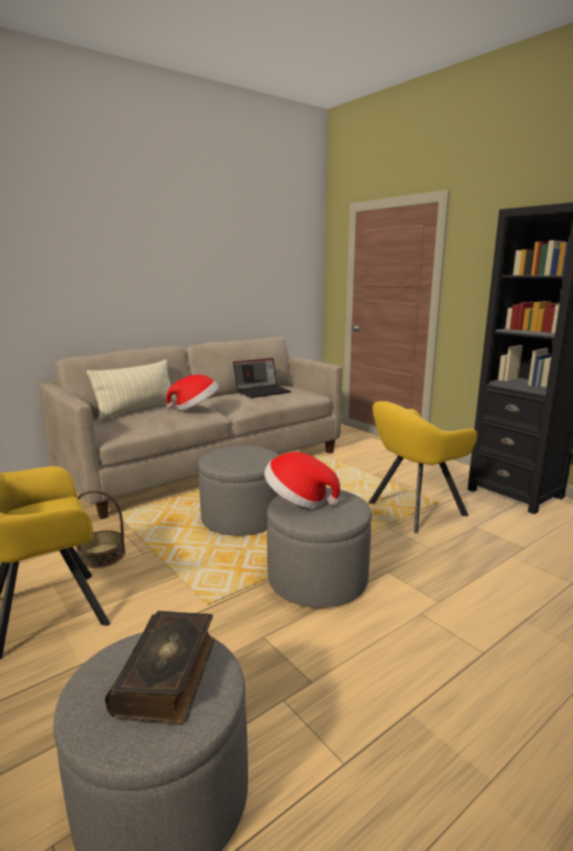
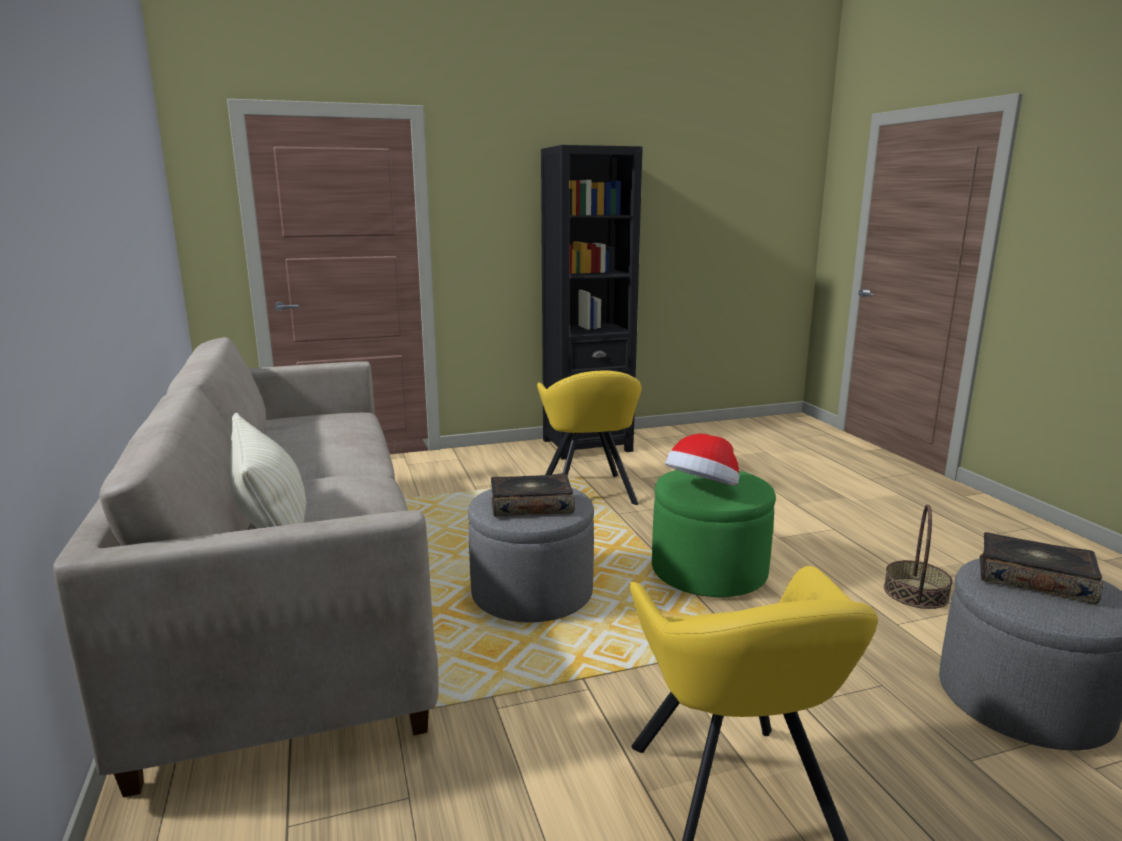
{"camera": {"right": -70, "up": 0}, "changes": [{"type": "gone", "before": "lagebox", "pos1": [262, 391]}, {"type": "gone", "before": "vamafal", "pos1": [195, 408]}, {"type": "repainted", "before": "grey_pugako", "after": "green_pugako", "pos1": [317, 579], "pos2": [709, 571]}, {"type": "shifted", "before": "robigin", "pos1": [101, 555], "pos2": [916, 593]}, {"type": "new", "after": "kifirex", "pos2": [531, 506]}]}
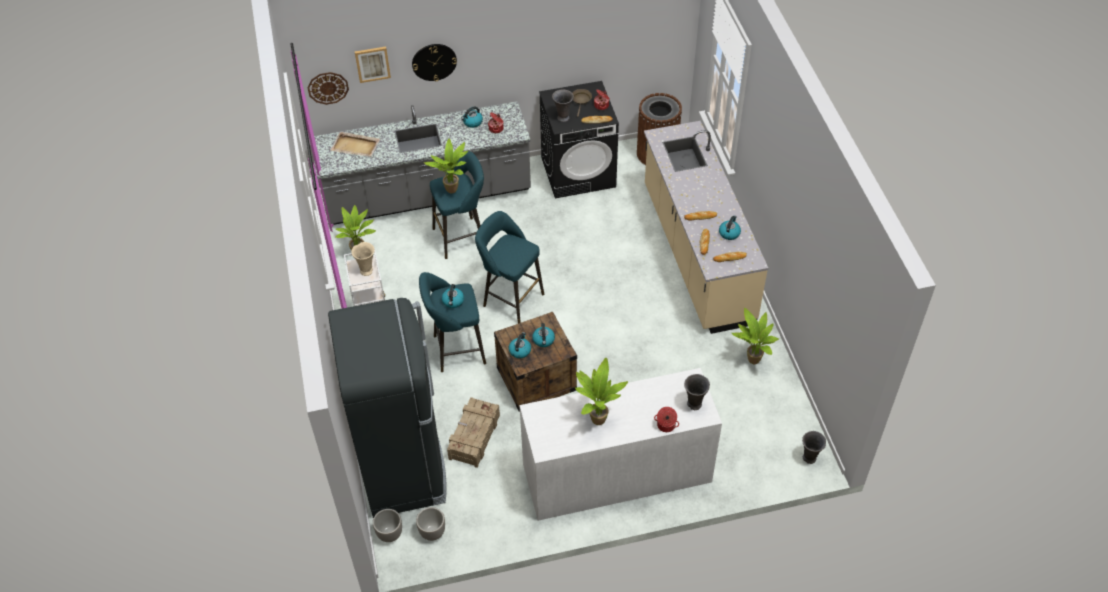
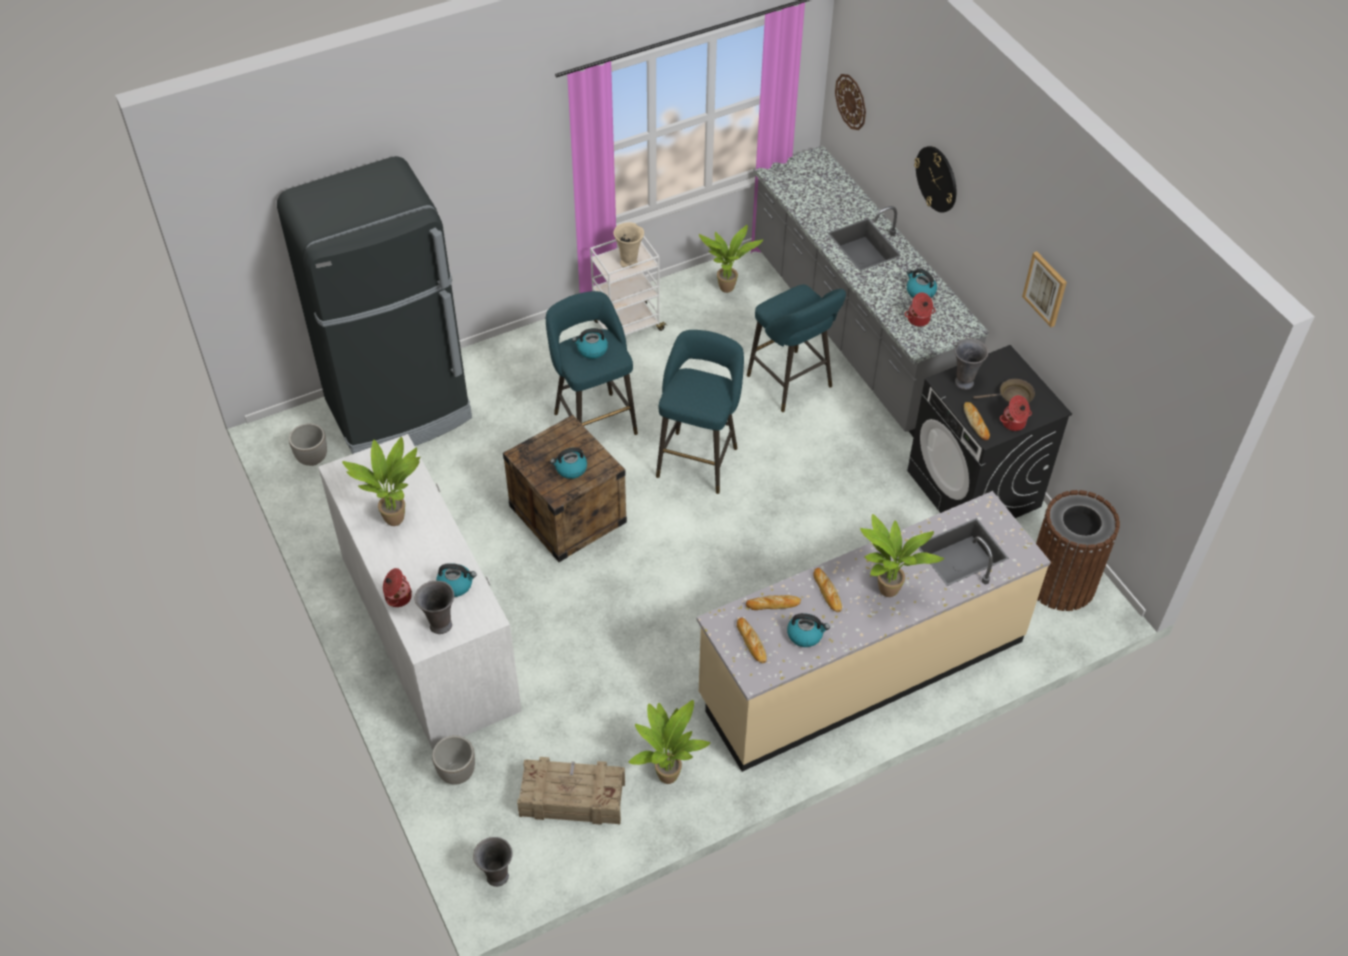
{"camera": {"right": 75, "up": 0}, "changes": [{"type": "shifted", "before": "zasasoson", "pos1": [372, 64], "pos2": [1045, 288]}, {"type": "gone", "before": "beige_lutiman", "pos1": [355, 146]}, {"type": "shifted", "before": "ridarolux", "pos1": [453, 191], "pos2": [887, 593]}, {"type": "shifted", "before": "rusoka", "pos1": [520, 350], "pos2": [456, 585]}, {"type": "shifted", "before": "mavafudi", "pos1": [473, 437], "pos2": [572, 798]}, {"type": "shifted", "before": "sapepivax", "pos1": [389, 534], "pos2": [456, 772]}]}
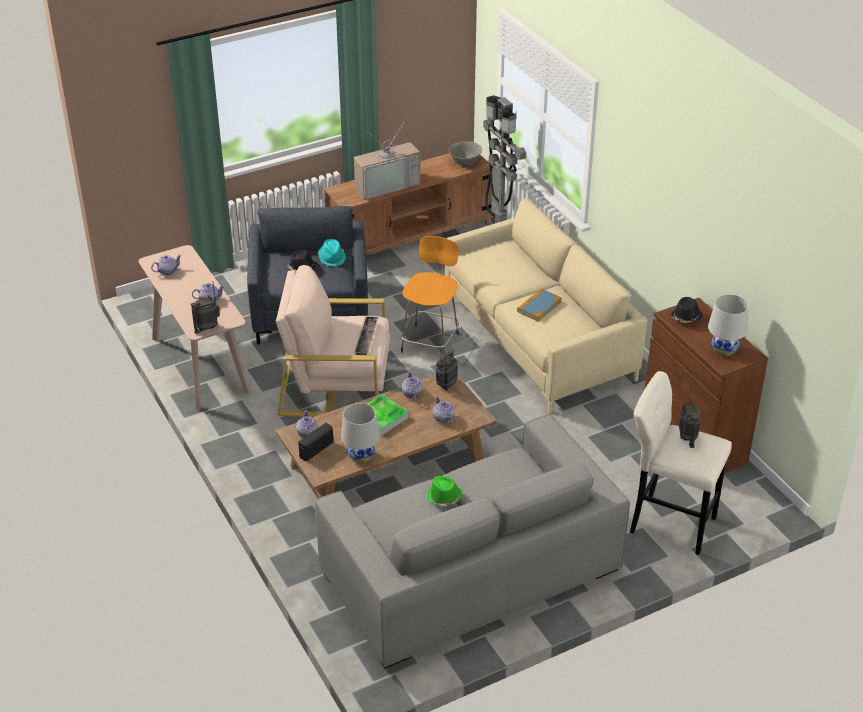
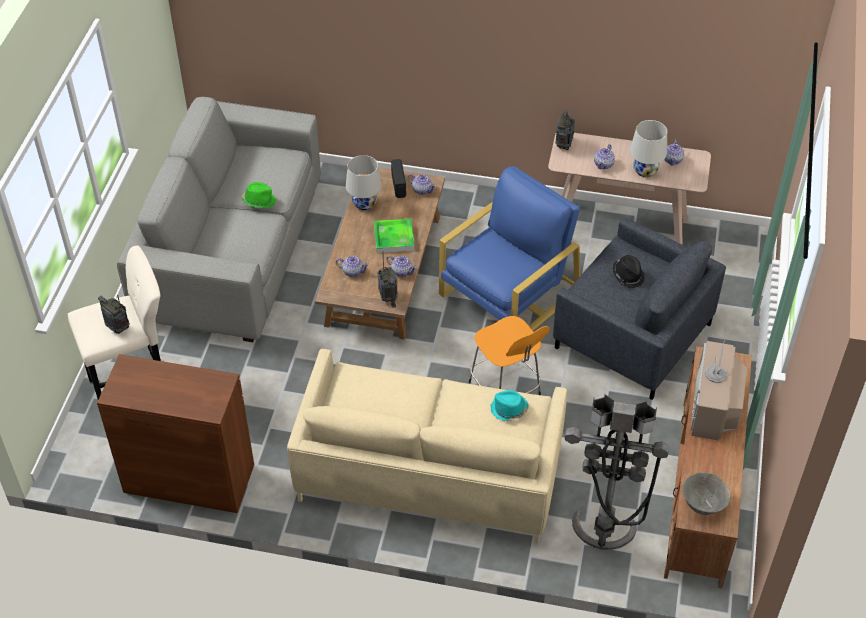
{"camera": {"right": 130, "up": 10}, "changes": [{"type": "shifted", "before": "turquoise_vamafal", "pos1": [332, 258], "pos2": [509, 409]}, {"type": "repainted", "before": "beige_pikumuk", "after": "blue_pikumuk", "pos1": [335, 386], "pos2": [508, 293]}, {"type": "gone", "before": "kifirex", "pos1": [539, 306]}, {"type": "shifted", "before": "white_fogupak", "pos1": [724, 349], "pos2": [645, 170]}, {"type": "gone", "before": "black_vamafal", "pos1": [686, 317]}, {"type": "gone", "before": "lutiman", "pos1": [366, 338]}]}
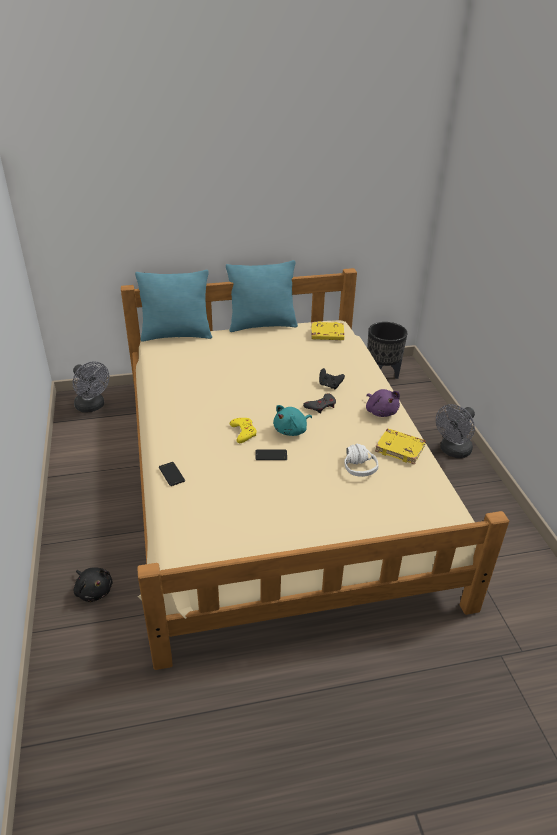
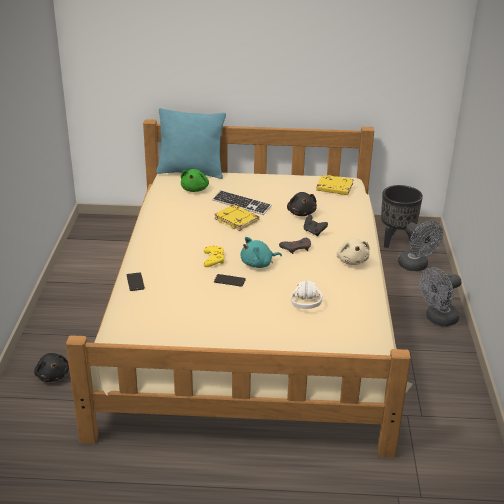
{"camera": {"right": 15, "up": -5}, "changes": [{"type": "gone", "before": "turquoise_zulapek", "pos1": [262, 325]}, {"type": "shifted", "before": "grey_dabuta", "pos1": [92, 407], "pos2": [416, 266]}, {"type": "repainted", "before": "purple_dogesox", "after": "beige_dogesox", "pos1": [381, 411], "pos2": [352, 260]}, {"type": "shifted", "before": "yellow_kifirex", "pos1": [400, 449], "pos2": [237, 220]}, {"type": "new", "after": "green_dogesox", "pos2": [195, 189]}, {"type": "new", "after": "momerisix", "pos2": [241, 204]}, {"type": "new", "after": "black_dogesox", "pos2": [301, 213]}]}
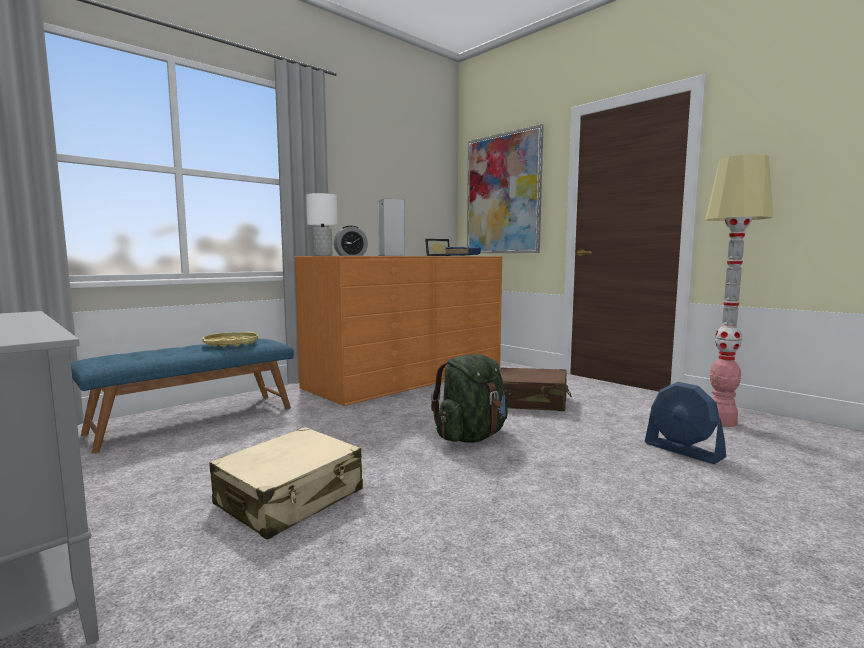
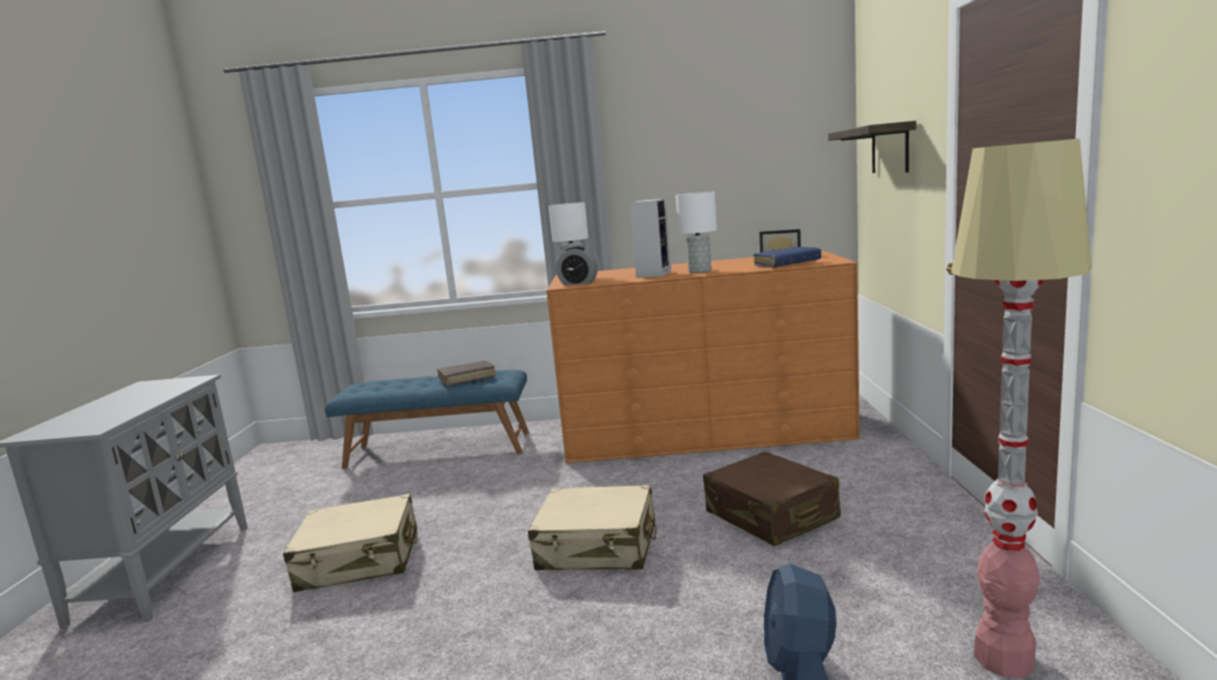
{"camera": {"right": 45, "up": 5}, "changes": [{"type": "swapped", "before": "zasasoson", "after": "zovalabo", "pos1": [503, 194], "pos2": [890, 149]}, {"type": "swapped", "before": "yellow_lutiman", "after": "brown_kifirex", "pos1": [231, 344], "pos2": [467, 378]}, {"type": "swapped", "before": "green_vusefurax", "after": "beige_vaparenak", "pos1": [471, 437], "pos2": [597, 547]}, {"type": "new", "after": "white_fogupak", "pos2": [699, 271]}]}
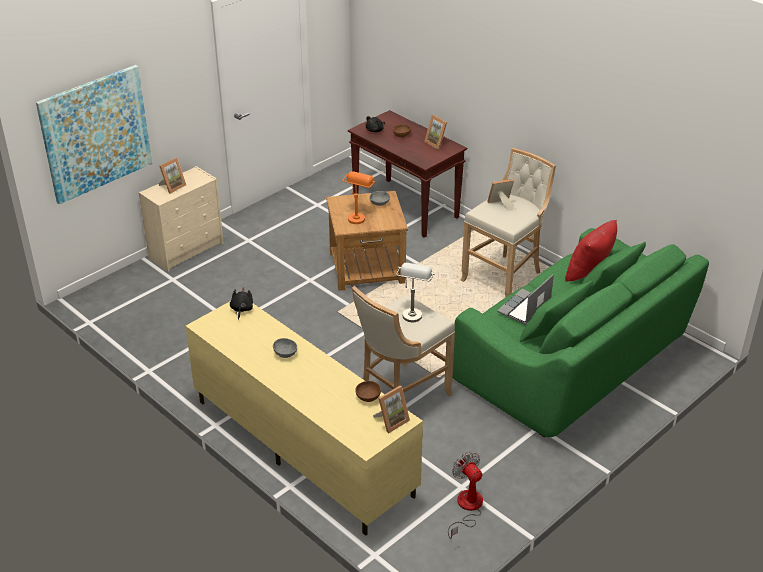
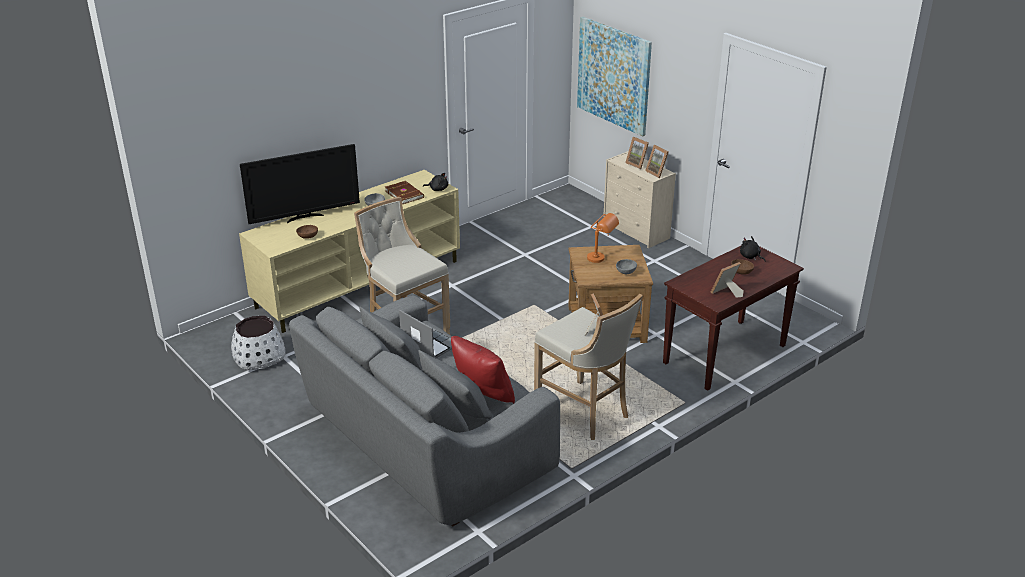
{"camera": {"right": 95, "up": -5}, "changes": [{"type": "repainted", "before": "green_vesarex", "after": "grey_vesarex", "pos1": [572, 363], "pos2": [425, 442]}, {"type": "gone", "before": "grey_fogupak", "pos1": [413, 312]}, {"type": "shifted", "before": "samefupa", "pos1": [391, 421], "pos2": [657, 172]}, {"type": "swapped", "before": "dabuta", "after": "white_sapepivax", "pos1": [467, 508], "pos2": [259, 357]}, {"type": "new", "after": "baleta", "pos2": [304, 217]}, {"type": "new", "after": "brown_kifirex", "pos2": [404, 194]}]}
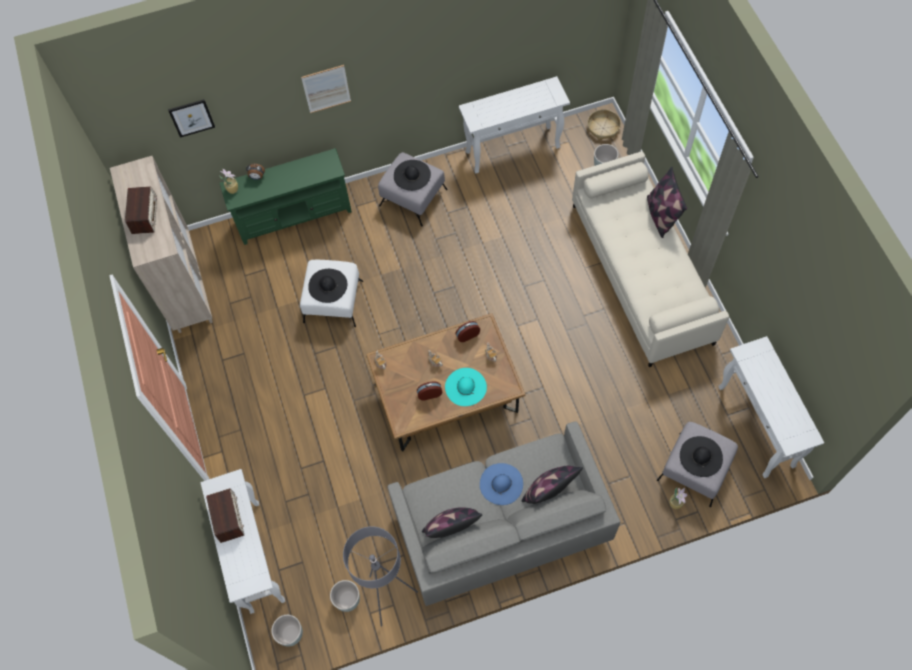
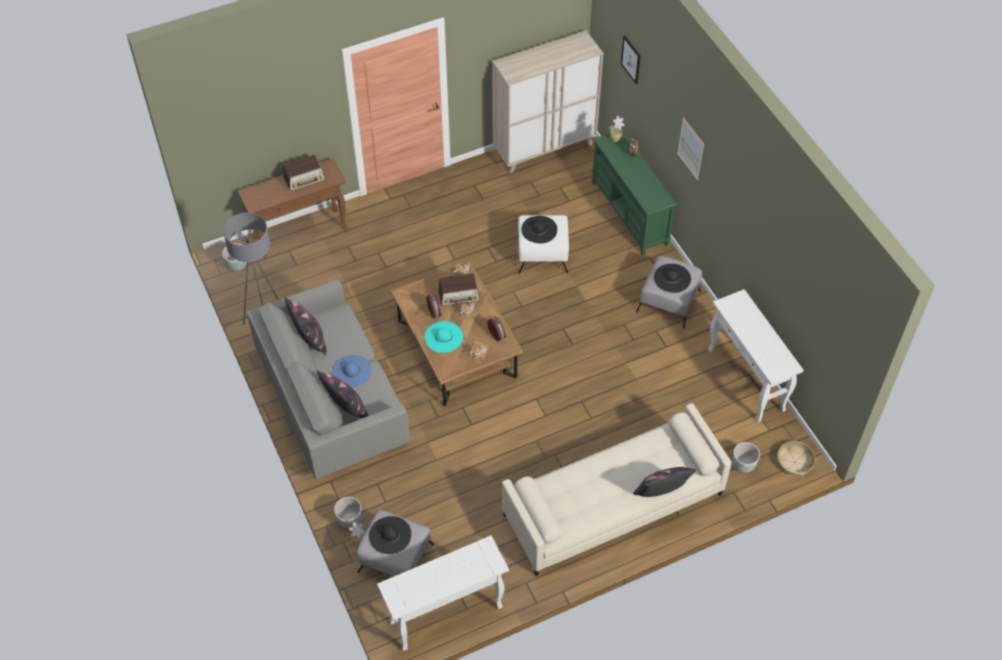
{"camera": {"right": 80, "up": -10}, "changes": [{"type": "shifted", "before": "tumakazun", "pos1": [144, 215], "pos2": [459, 295]}, {"type": "repainted", "before": "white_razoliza", "after": "brown_razoliza", "pos1": [254, 555], "pos2": [301, 233]}, {"type": "shifted", "before": "grey_sapepivax", "pos1": [348, 600], "pos2": [349, 520]}]}
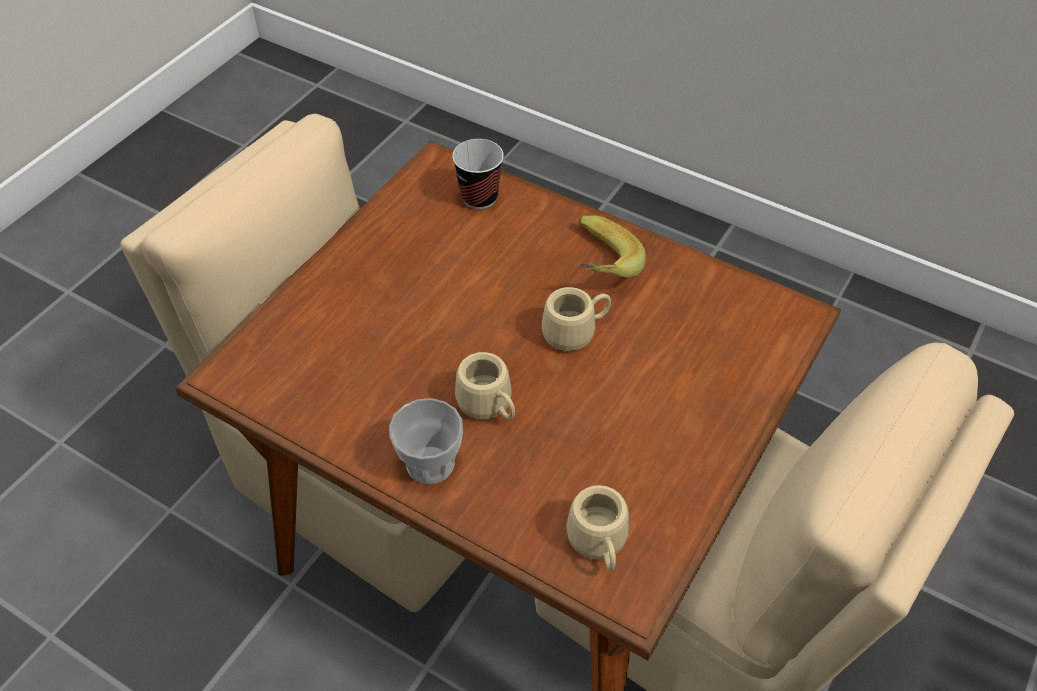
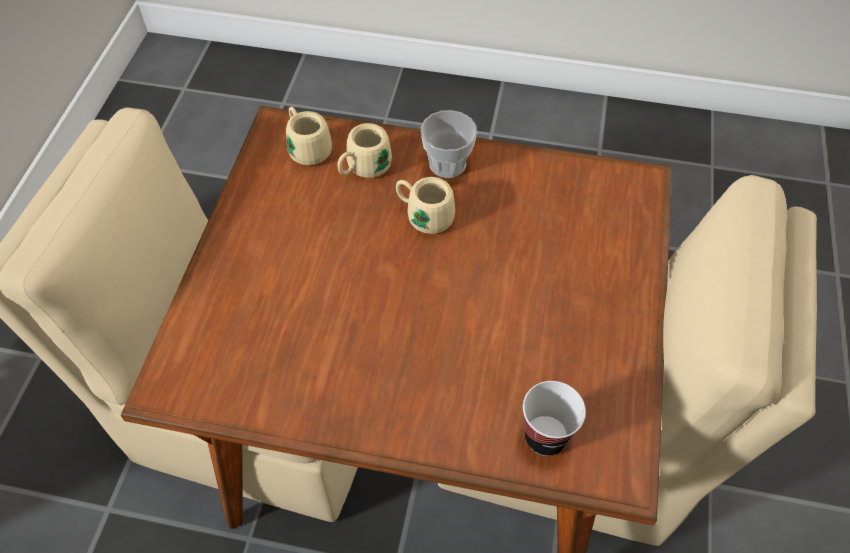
{"camera": {"right": 160, "up": 5}, "changes": [{"type": "gone", "before": "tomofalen", "pos1": [596, 267]}, {"type": "shifted", "before": "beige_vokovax", "pos1": [576, 332], "pos2": [363, 168]}]}
